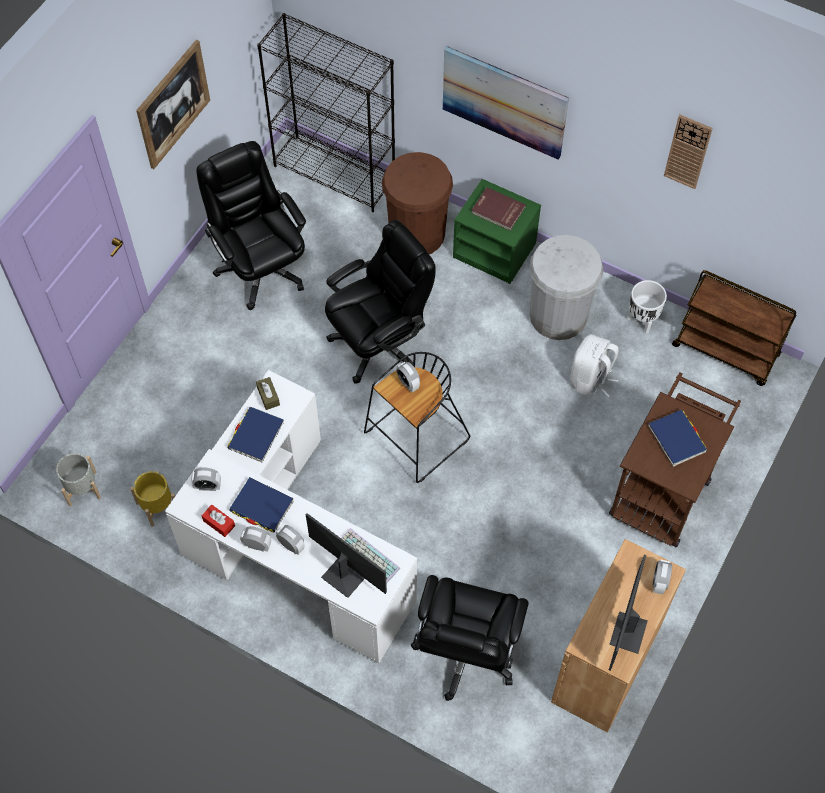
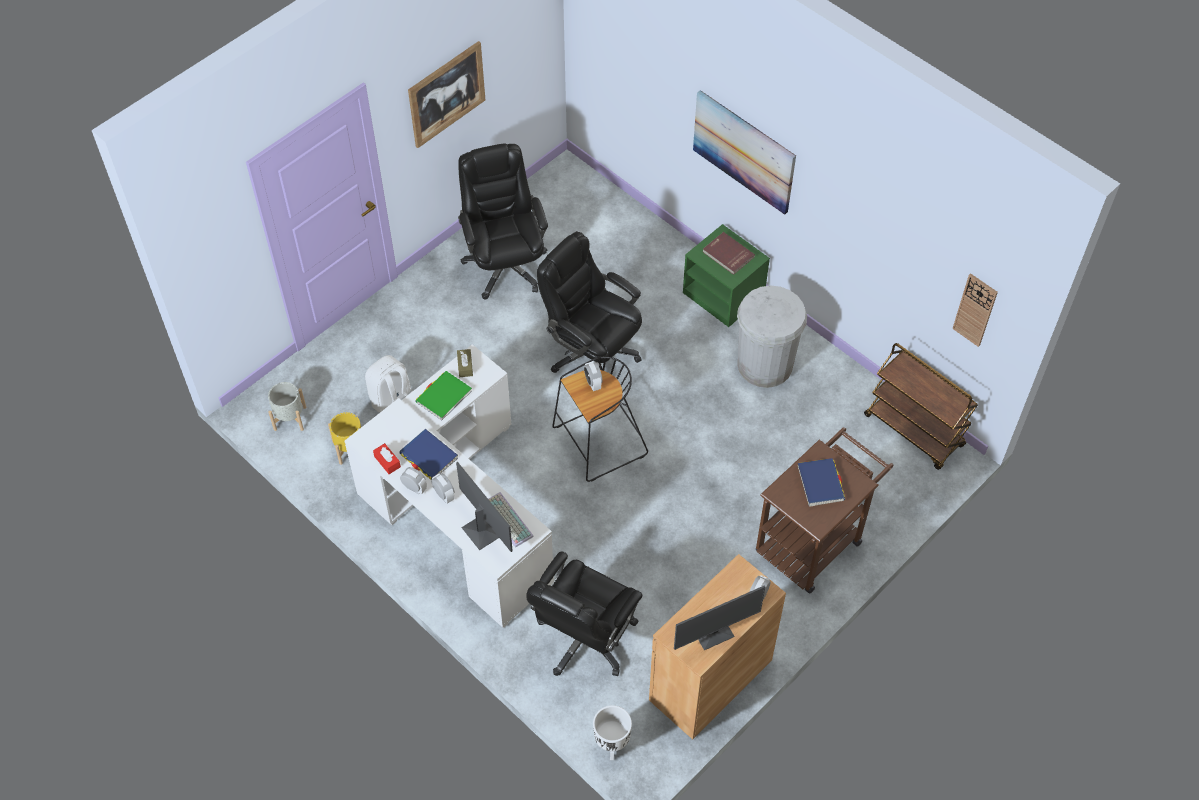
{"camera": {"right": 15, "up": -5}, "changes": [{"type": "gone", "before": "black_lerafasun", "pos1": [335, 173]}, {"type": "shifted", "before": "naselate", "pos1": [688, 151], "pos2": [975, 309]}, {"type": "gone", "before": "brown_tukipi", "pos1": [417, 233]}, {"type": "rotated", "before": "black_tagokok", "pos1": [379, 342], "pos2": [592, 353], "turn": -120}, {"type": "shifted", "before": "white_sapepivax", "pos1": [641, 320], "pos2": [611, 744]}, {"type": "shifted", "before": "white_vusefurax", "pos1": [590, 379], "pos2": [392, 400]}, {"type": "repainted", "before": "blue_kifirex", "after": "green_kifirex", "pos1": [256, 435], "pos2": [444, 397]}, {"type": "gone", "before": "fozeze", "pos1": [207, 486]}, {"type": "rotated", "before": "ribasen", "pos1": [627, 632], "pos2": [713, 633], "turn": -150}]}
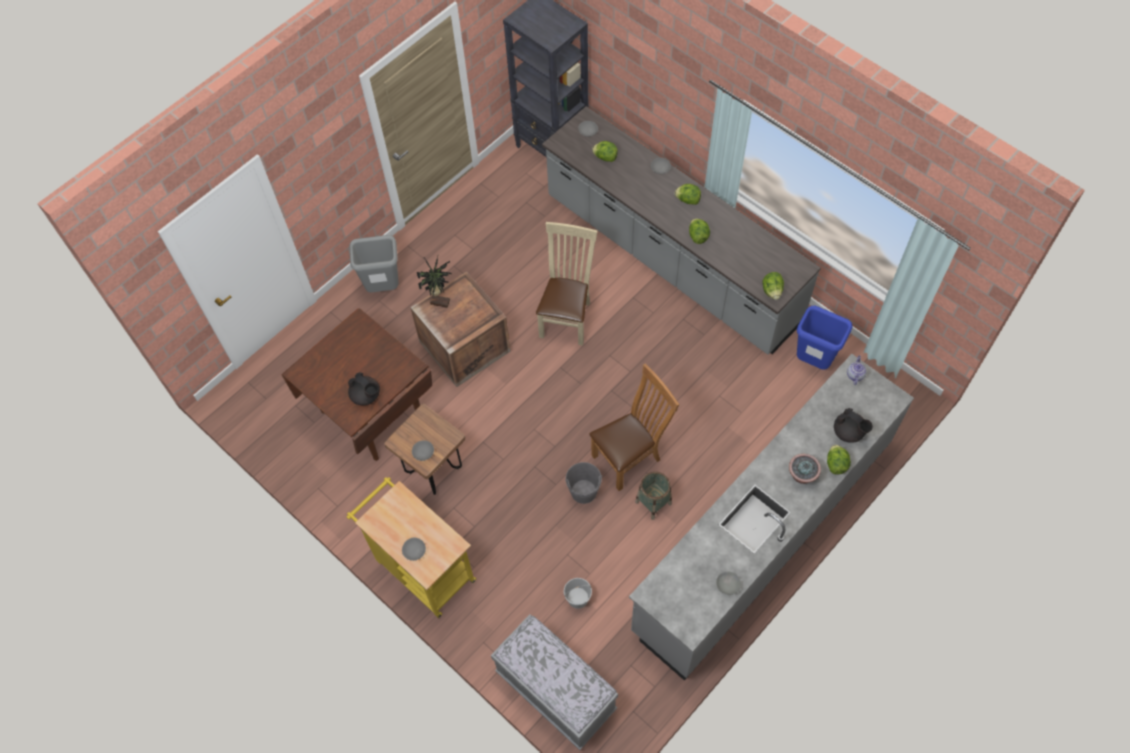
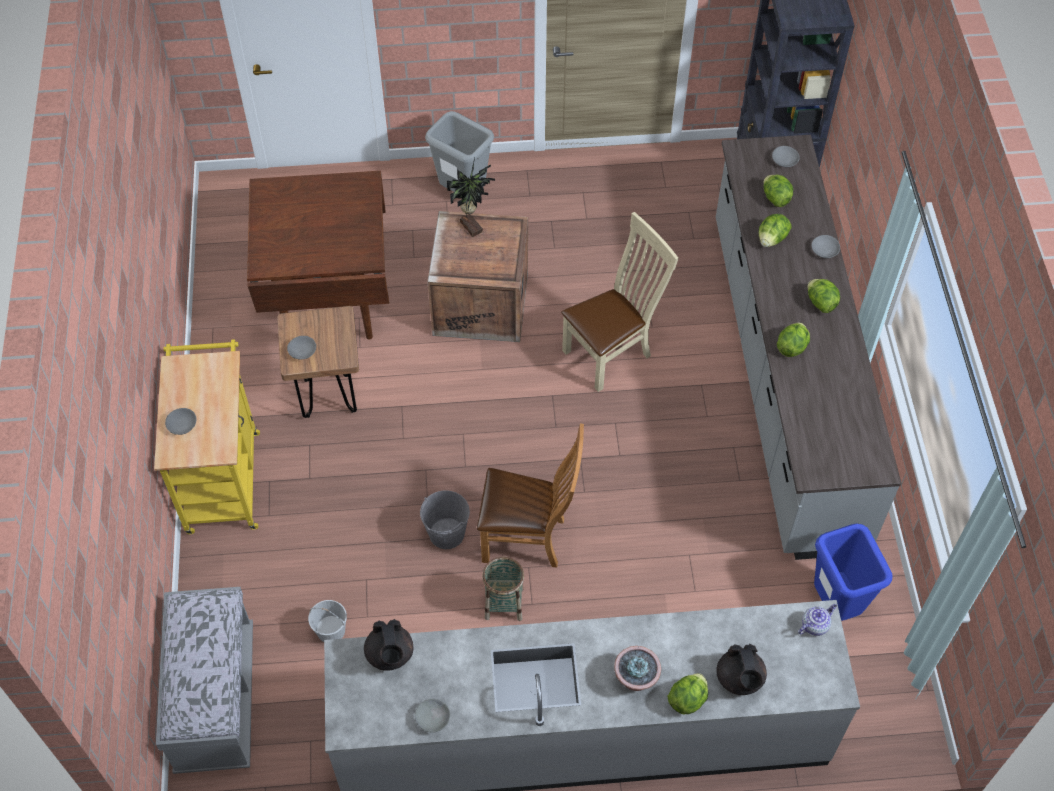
{"camera": {"right": 40, "up": -5}, "changes": [{"type": "shifted", "before": "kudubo", "pos1": [772, 291], "pos2": [771, 239]}, {"type": "shifted", "before": "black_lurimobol", "pos1": [366, 396], "pos2": [390, 655]}]}
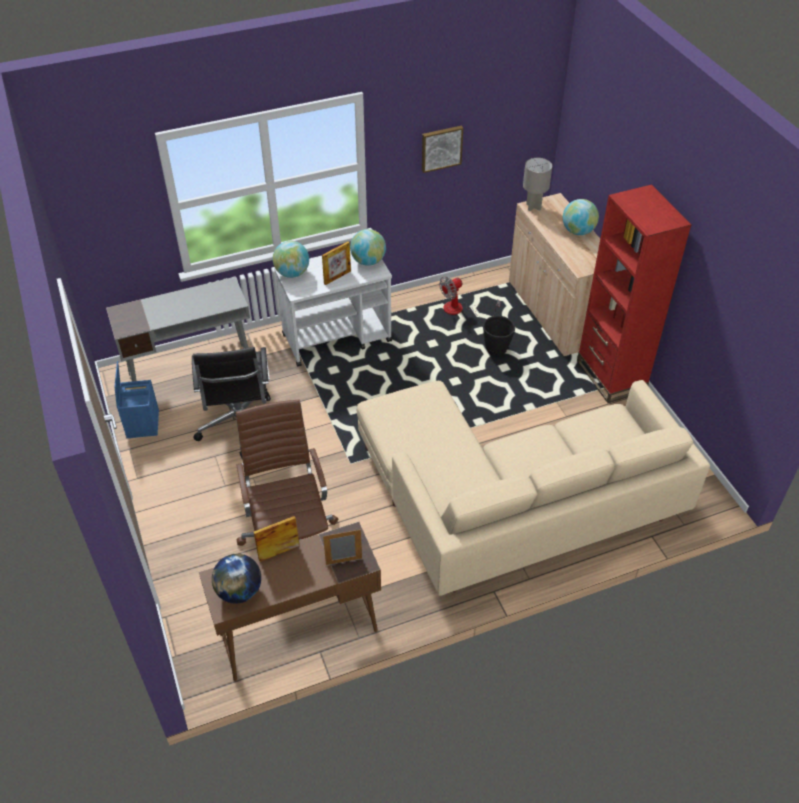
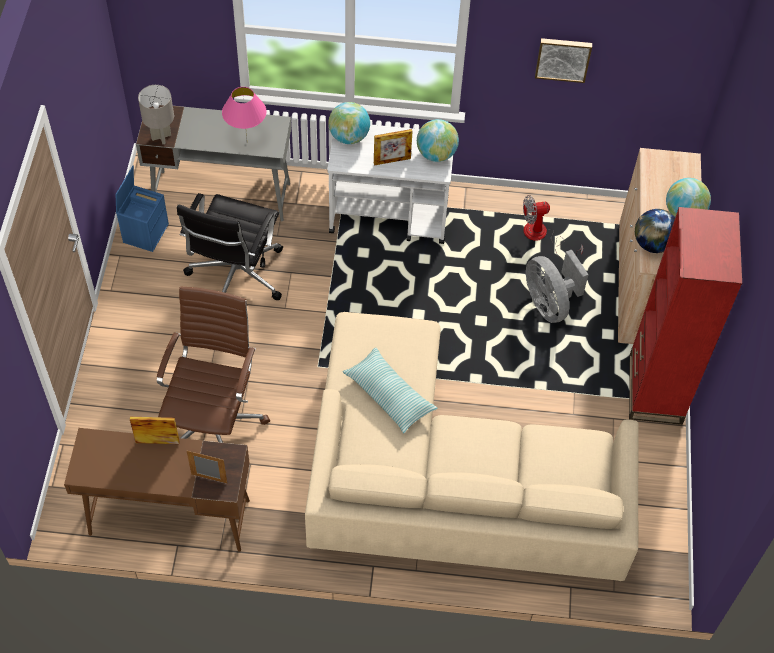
{"camera": {"right": 25, "up": 10}, "changes": [{"type": "shifted", "before": "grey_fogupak", "pos1": [533, 206], "pos2": [161, 136]}, {"type": "swapped", "before": "black_sapepivax", "after": "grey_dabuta", "pos1": [496, 350], "pos2": [549, 303]}, {"type": "shifted", "before": "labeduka", "pos1": [239, 591], "pos2": [652, 244]}, {"type": "new", "after": "pink_fogupak", "pos2": [247, 142]}, {"type": "new", "after": "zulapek", "pos2": [389, 395]}]}
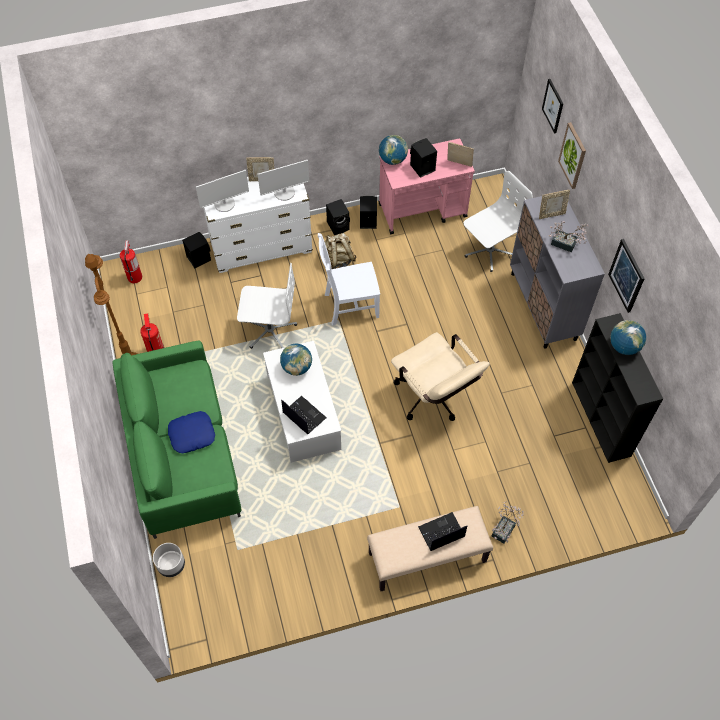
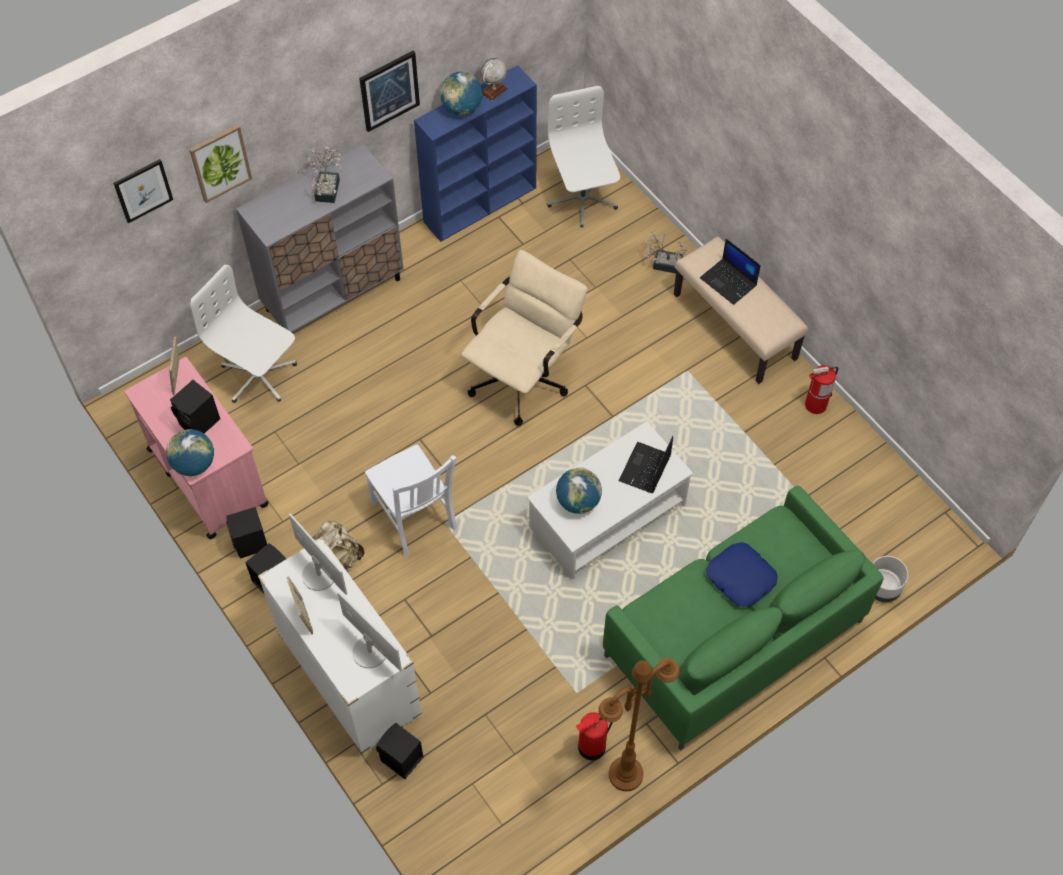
{"camera": {"right": -110, "up": 0}, "changes": [{"type": "gone", "before": "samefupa", "pos1": [551, 214]}, {"type": "shifted", "before": "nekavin", "pos1": [135, 277], "pos2": [815, 405]}, {"type": "shifted", "before": "white_tagokok", "pos1": [269, 330], "pos2": [582, 199]}, {"type": "repainted", "before": "black_lerafasun", "after": "blue_lerafasun", "pos1": [601, 419], "pos2": [481, 204]}, {"type": "new", "after": "labeduka", "pos2": [494, 90]}]}
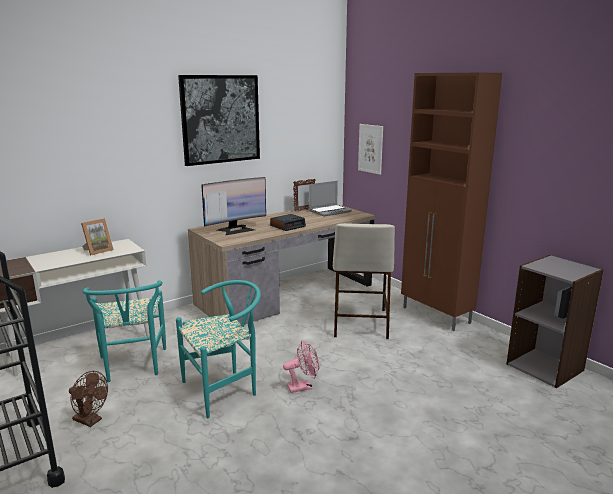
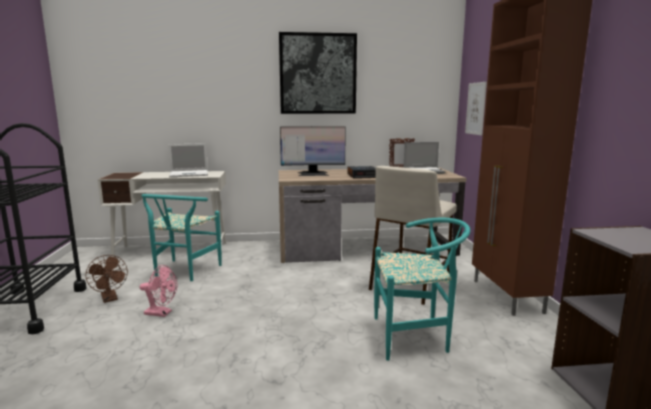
{"camera": {"right": 30, "up": -5}, "changes": [{"type": "swapped", "before": "samefupa", "after": "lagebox", "pos1": [98, 251], "pos2": [190, 174]}, {"type": "shifted", "before": "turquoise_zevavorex", "pos1": [225, 389], "pos2": [416, 337]}, {"type": "shifted", "before": "pink_dabuta", "pos1": [303, 387], "pos2": [162, 313]}]}
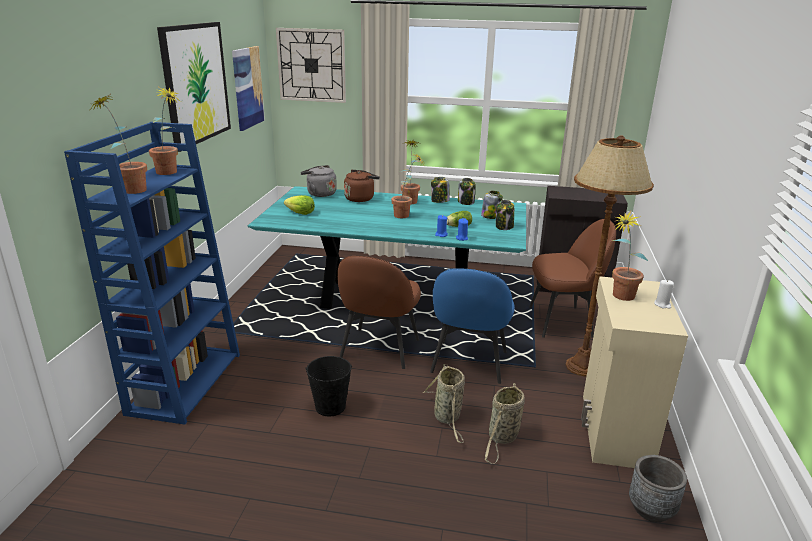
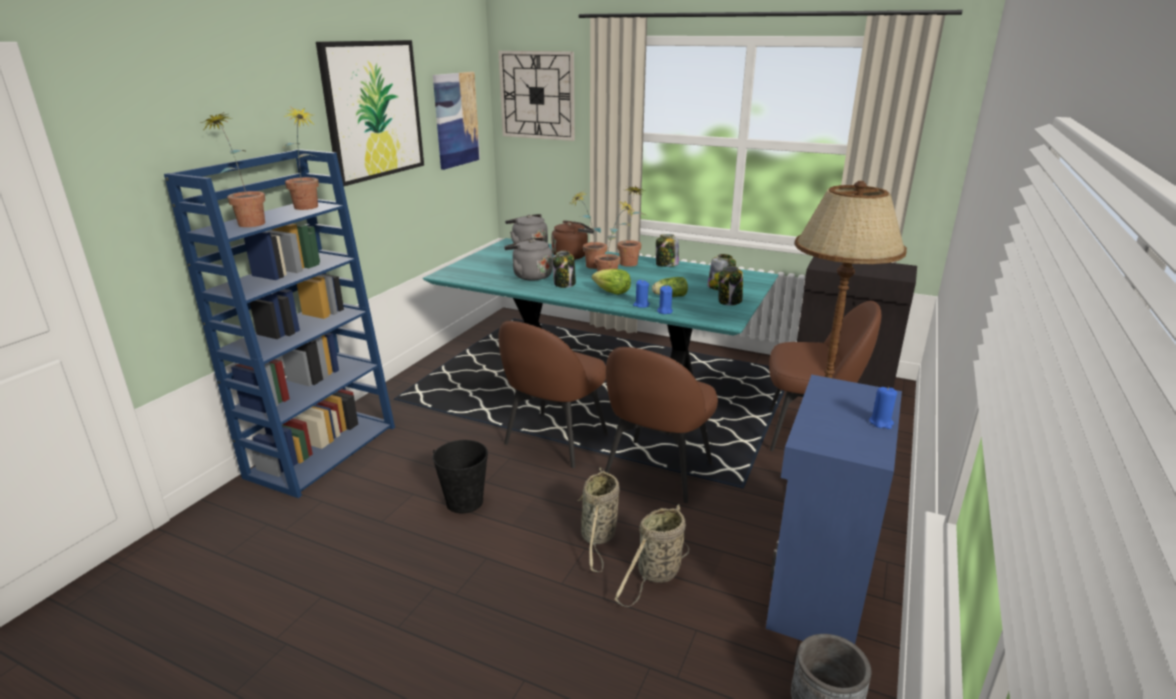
{"camera": {"right": 15, "up": 0}, "changes": [{"type": "shifted", "before": "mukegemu", "pos1": [466, 202], "pos2": [564, 284]}, {"type": "shifted", "before": "kudubo", "pos1": [300, 213], "pos2": [612, 292]}, {"type": "shifted", "before": "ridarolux", "pos1": [619, 297], "pos2": [589, 266]}, {"type": "repainted", "before": "blue_zevavorex", "after": "brown_zevavorex", "pos1": [468, 364], "pos2": [657, 472]}, {"type": "repainted", "before": "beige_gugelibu", "after": "blue_gugelibu", "pos1": [613, 430], "pos2": [815, 590]}, {"type": "repainted", "before": "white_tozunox", "after": "blue_tozunox", "pos1": [662, 304], "pos2": [881, 422]}, {"type": "new", "after": "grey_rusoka", "pos2": [530, 276]}]}
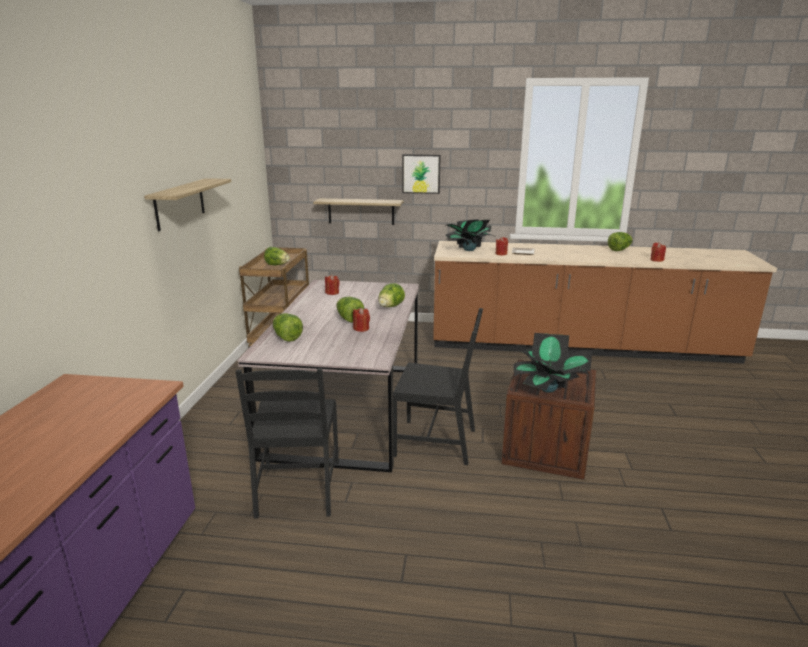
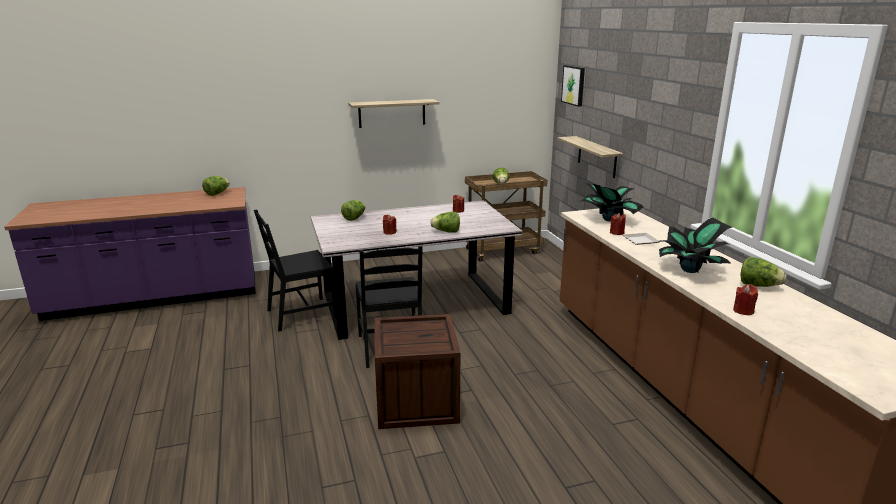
{"camera": {"right": 65, "up": 0}, "changes": [{"type": "shifted", "before": "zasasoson", "pos1": [421, 173], "pos2": [574, 85]}, {"type": "shifted", "before": "kudubo", "pos1": [349, 319], "pos2": [217, 193]}, {"type": "shifted", "before": "ridarolux", "pos1": [548, 389], "pos2": [690, 270]}]}
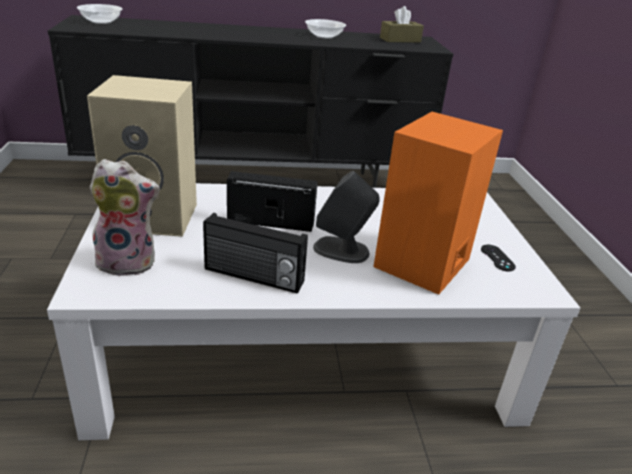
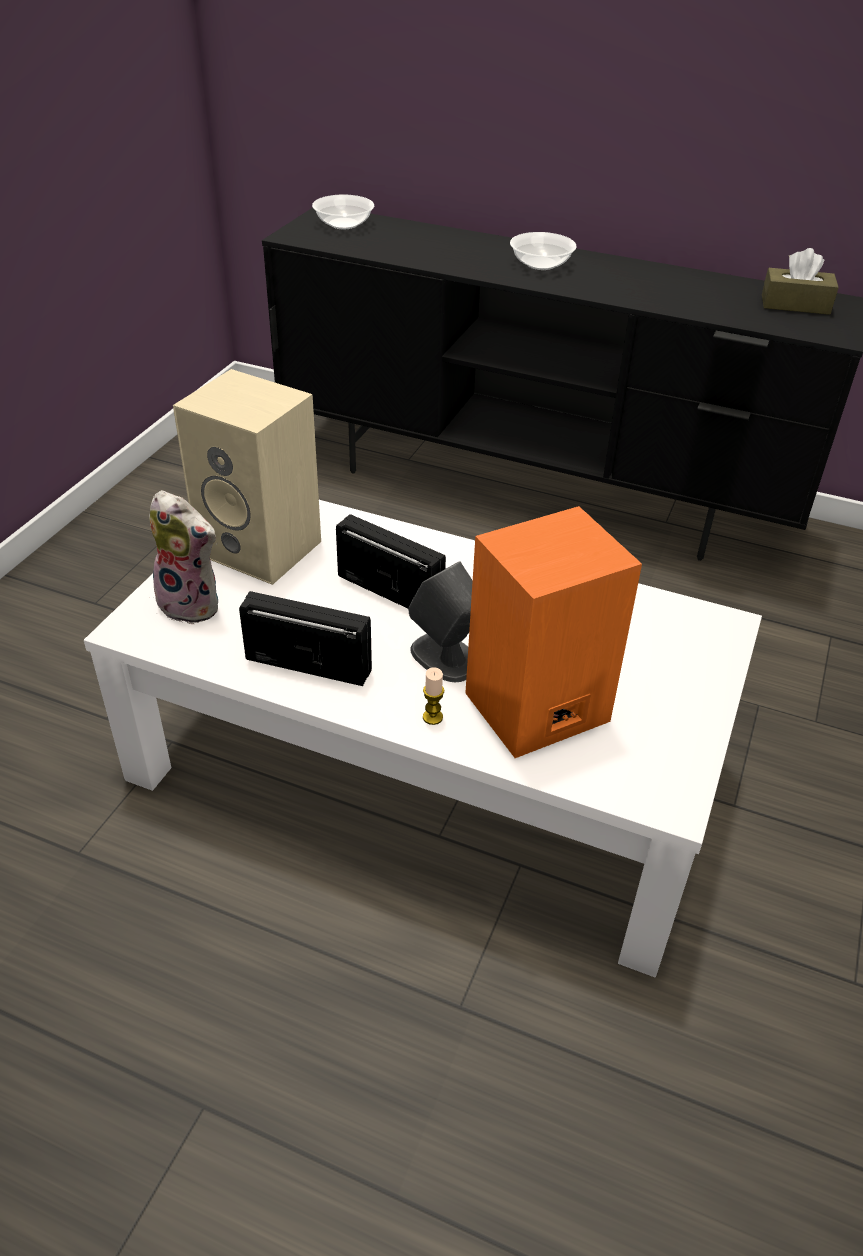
{"camera": {"right": 30, "up": 10}, "changes": [{"type": "shifted", "before": "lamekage", "pos1": [324, 36], "pos2": [541, 264]}, {"type": "rotated", "before": "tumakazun", "pos1": [253, 277], "pos2": [309, 663], "turn": 150}, {"type": "gone", "before": "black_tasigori", "pos1": [497, 258]}, {"type": "new", "after": "tozunox", "pos2": [432, 717]}]}
